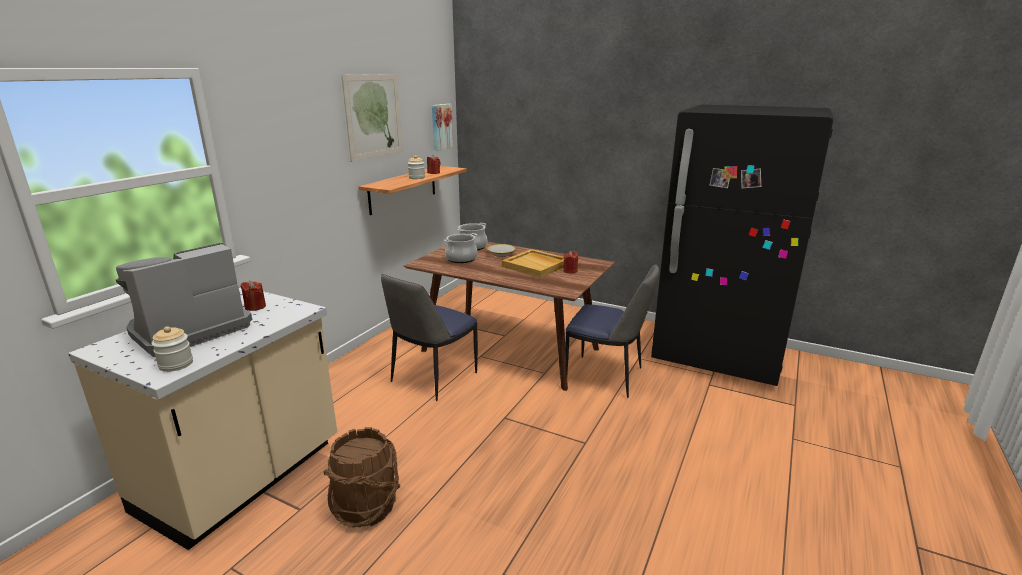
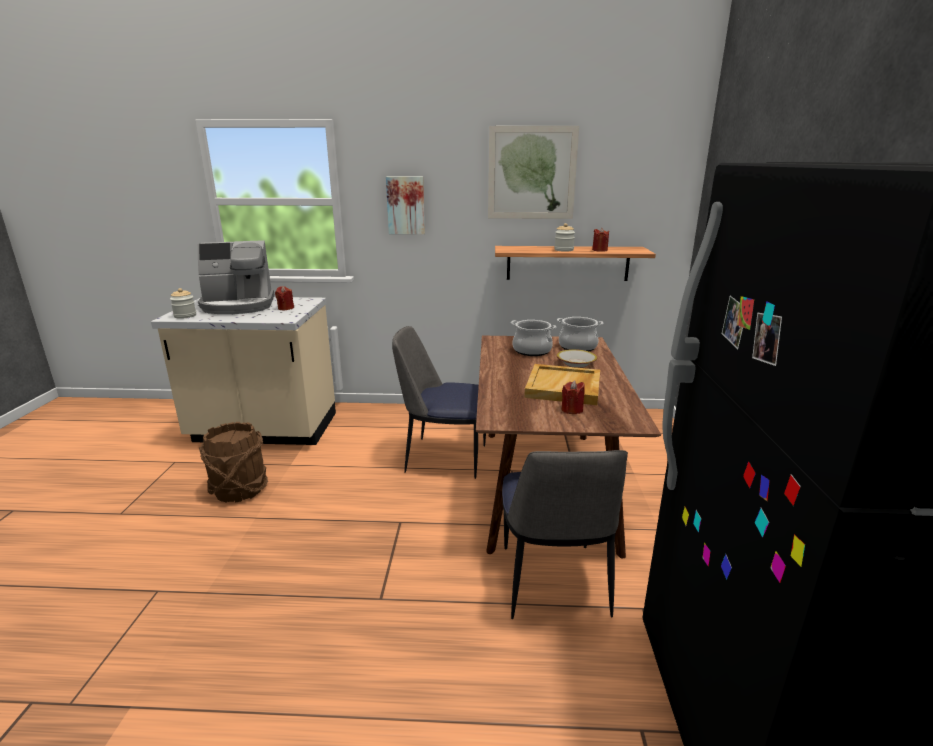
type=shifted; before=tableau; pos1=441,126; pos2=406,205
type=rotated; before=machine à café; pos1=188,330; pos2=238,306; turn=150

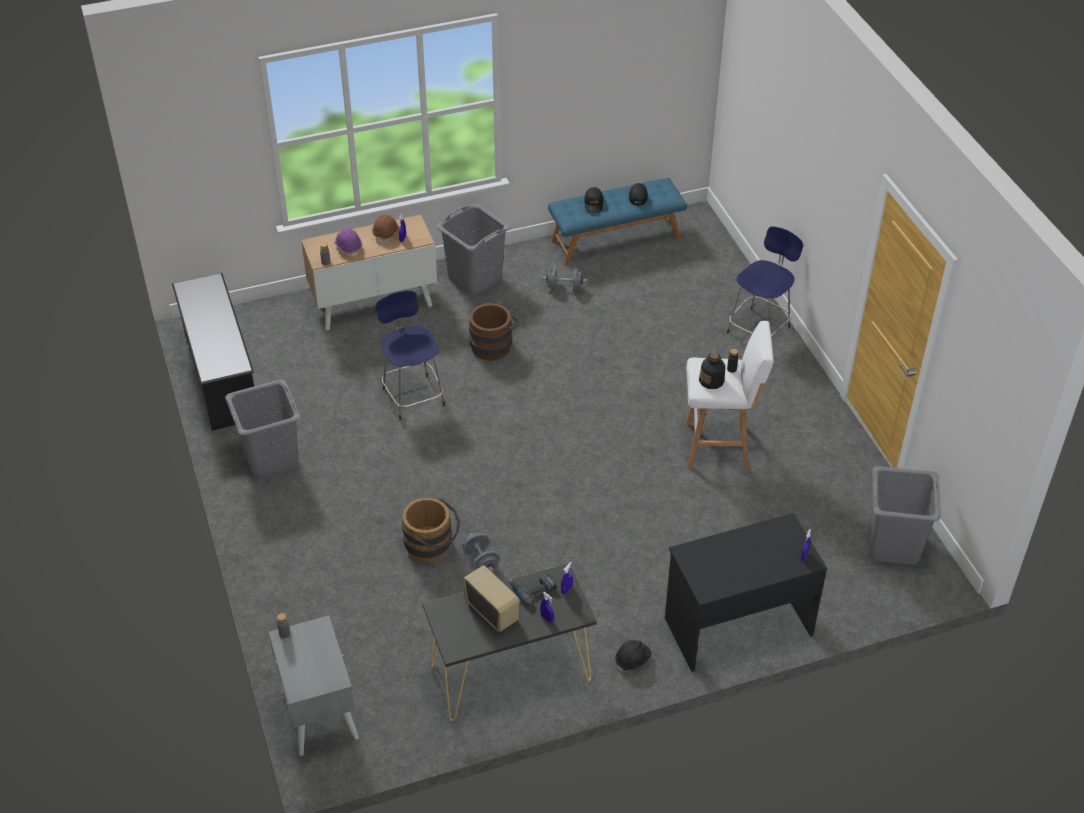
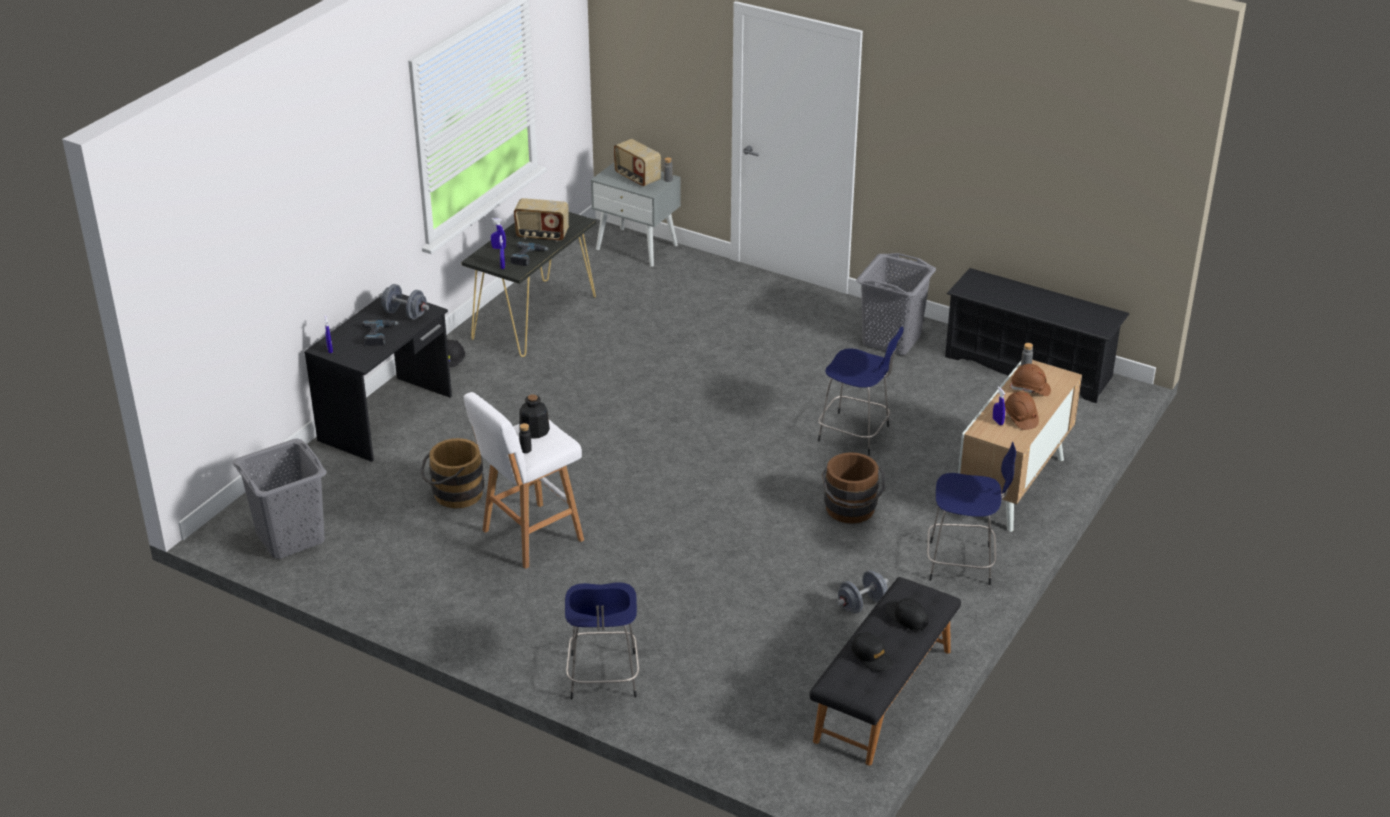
type=repainted; before=banc/bleu; after=banc/noir; pos1=615,239; pos2=884,695
type=swapped; before=panier à linge/gris; after=tabouret/bleu; pos1=475,278; pos2=963,563
type=repainted; before=casque de chantier/violet; after=casque de chantier/marron; pos1=348,247; pos2=1030,389
type=shifted; before=seau/marron; pos1=432,546; pos2=453,494
type=shifted; before=haltère/gris; pos1=481,562; pos2=405,314
type=new; after=radio; pos2=637,178
type=new; after=perceuse; pos2=380,335

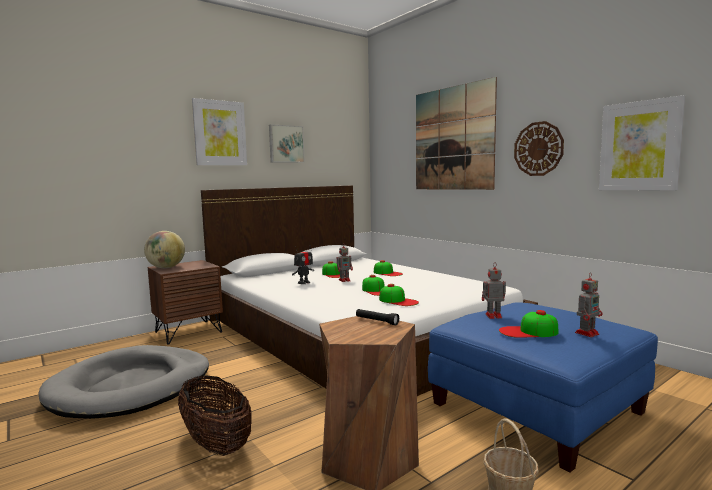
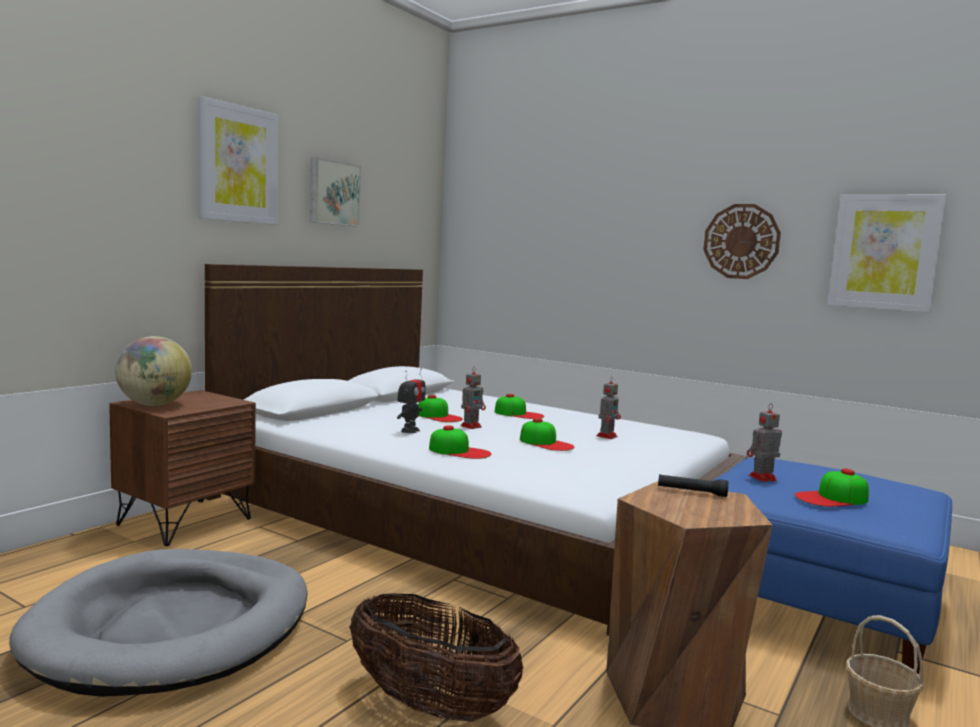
type=gone; before=tableau; pos1=453,138
type=shifted; before=robot jouet; pos1=587,333; pos2=607,436
type=shifted; before=casquette; pos1=398,301; pos2=459,451

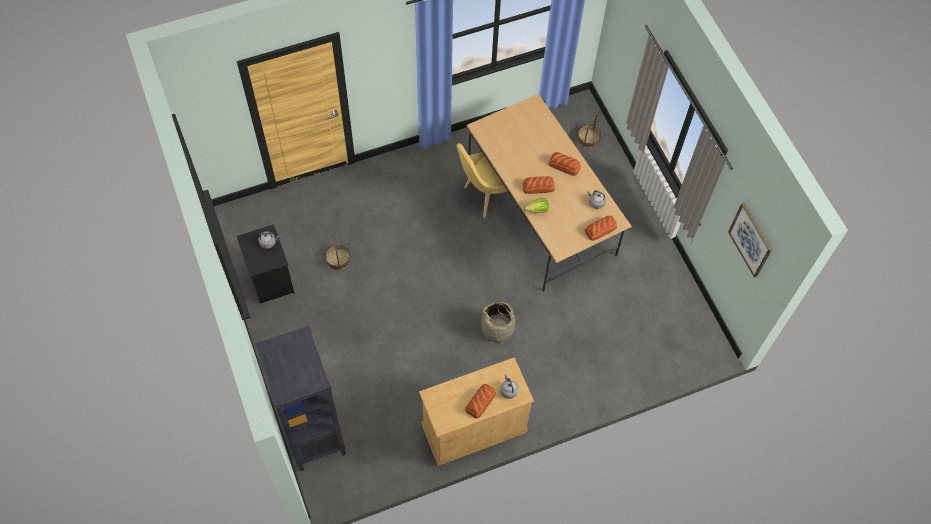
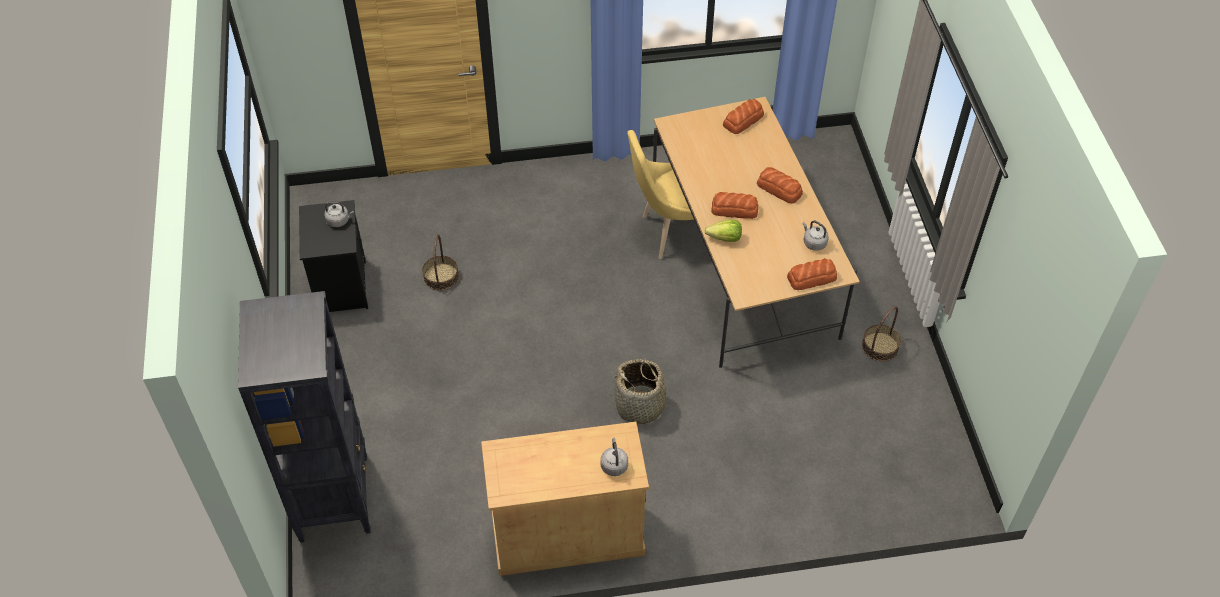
type=shifted; before=panier; pos1=588,138; pos2=880,346
type=gone; before=tableau; pos1=750,240
type=shifted; before=pain; pos1=480,401; pos2=743,120

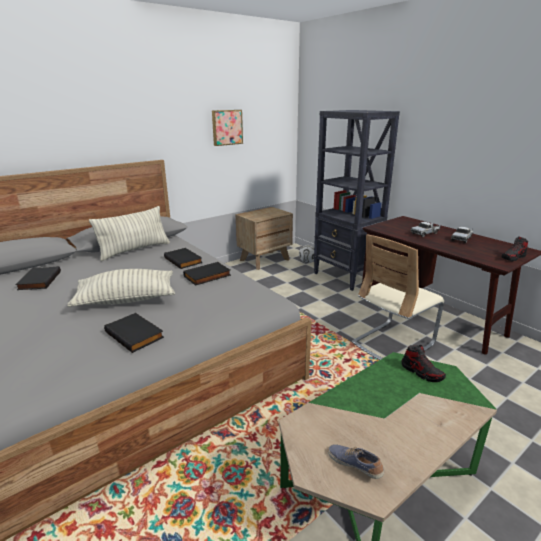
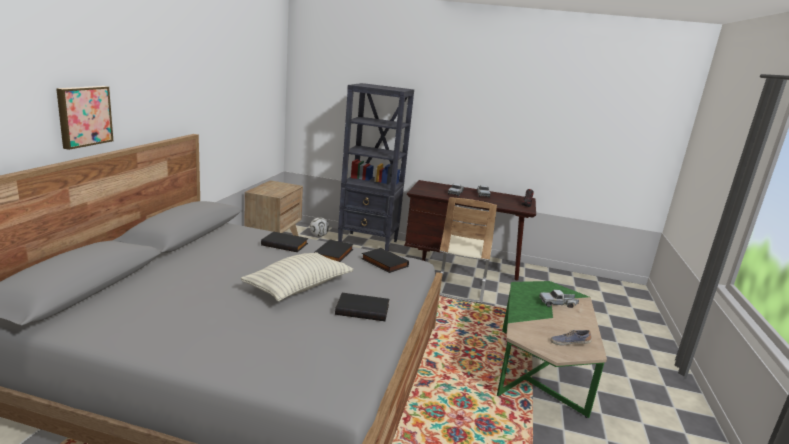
type=shifted; before=tableau; pos1=226,127; pos2=83,116
type=gone; before=coussin; pos1=134,250
type=shifted; before=livre/noir; pos1=39,280; pos2=383,263
type=gone; before=chaussure; pos1=422,372
type=new; after=camion jouet; pos2=557,304

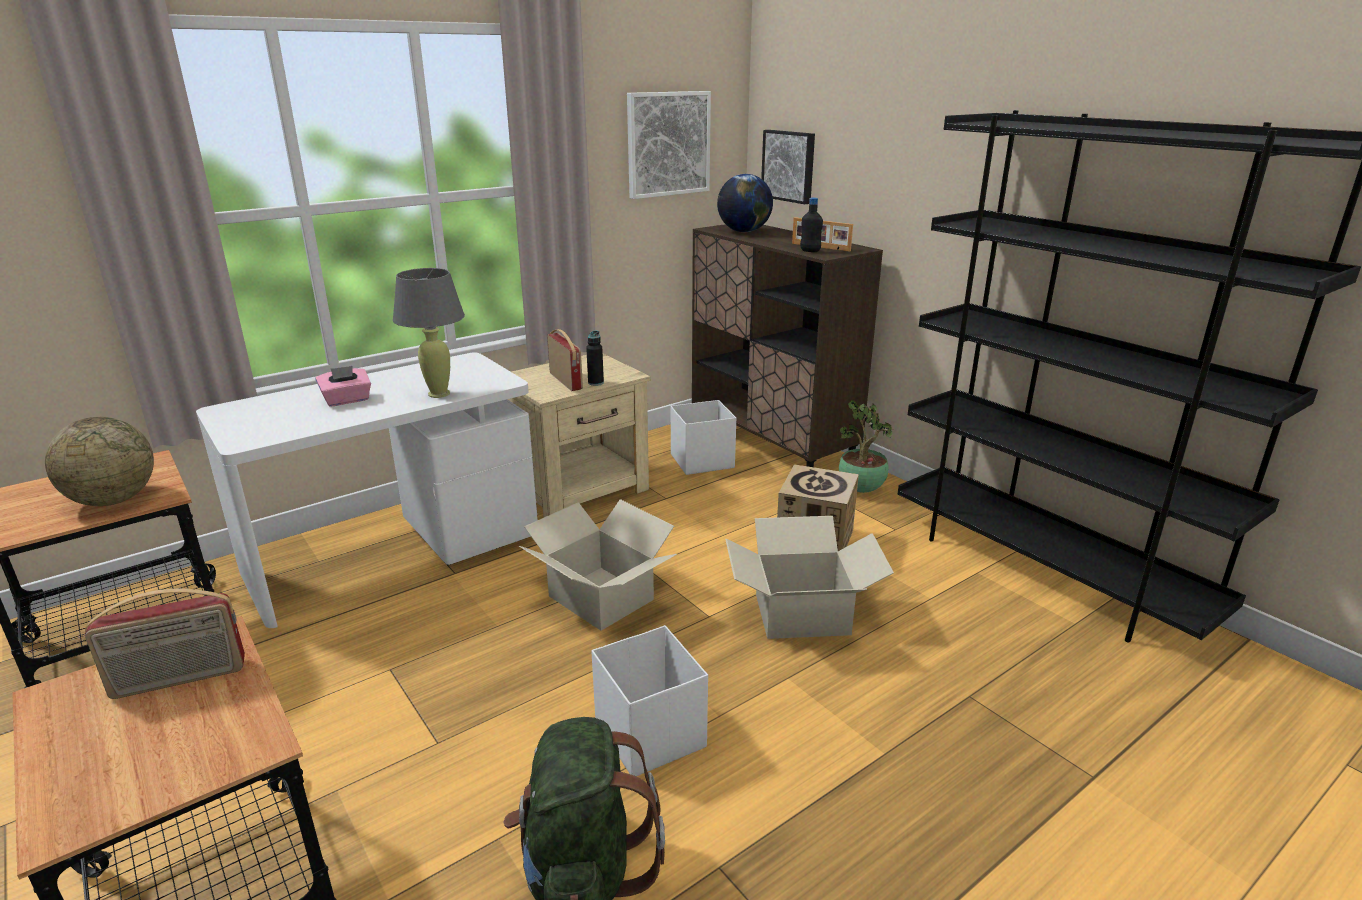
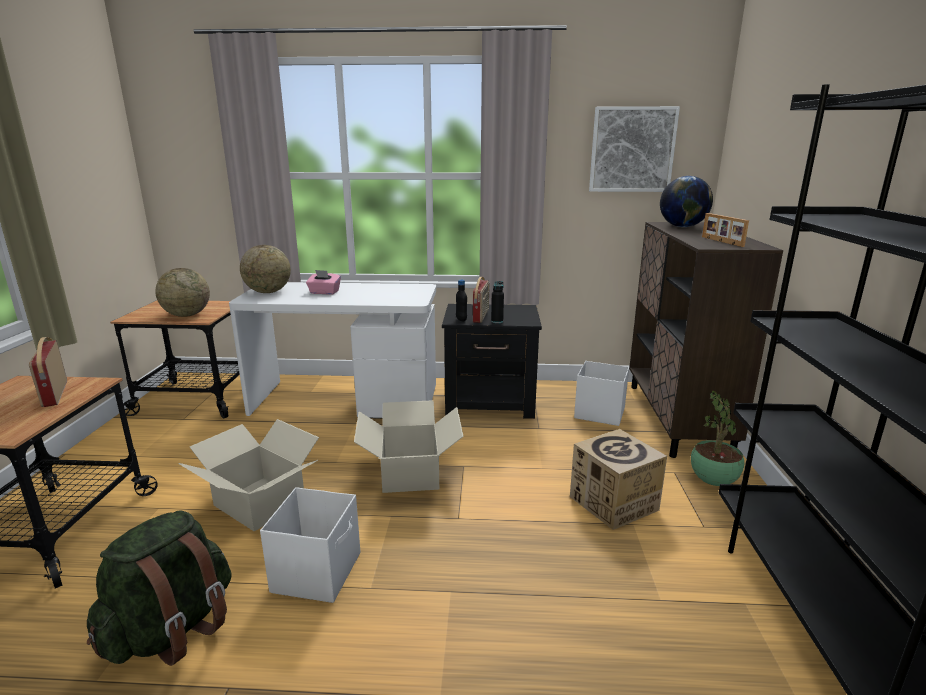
type=gone; before=tableau; pos1=789,166
type=shifted; before=bouteille/noir; pos1=810,251; pos2=461,319
type=gone; before=lampe de table/gris; pos1=438,394
type=repainted; before=table de chevet/beige; after=table de chevet/noir; pos1=580,489; pos2=491,402
type=shifted; before=carton; pos1=802,615; pos2=259,503
type=rotated; before=radio; pos1=179,679; pos2=54,394; turn=45
type=new; after=globe; pos2=268,292

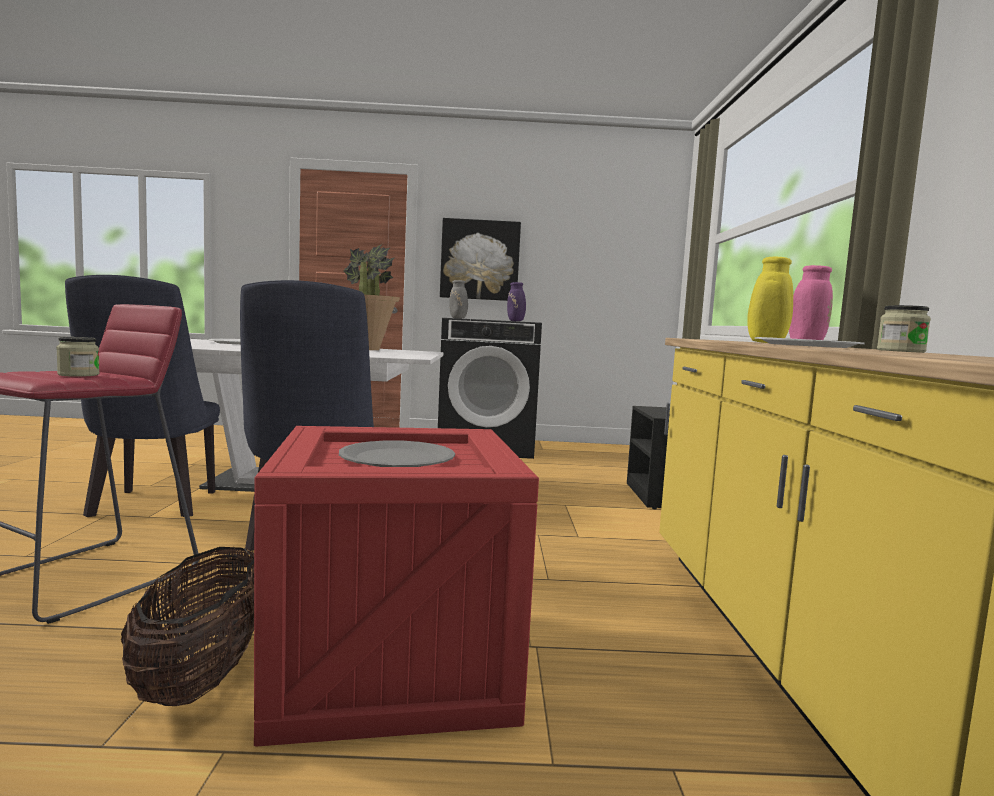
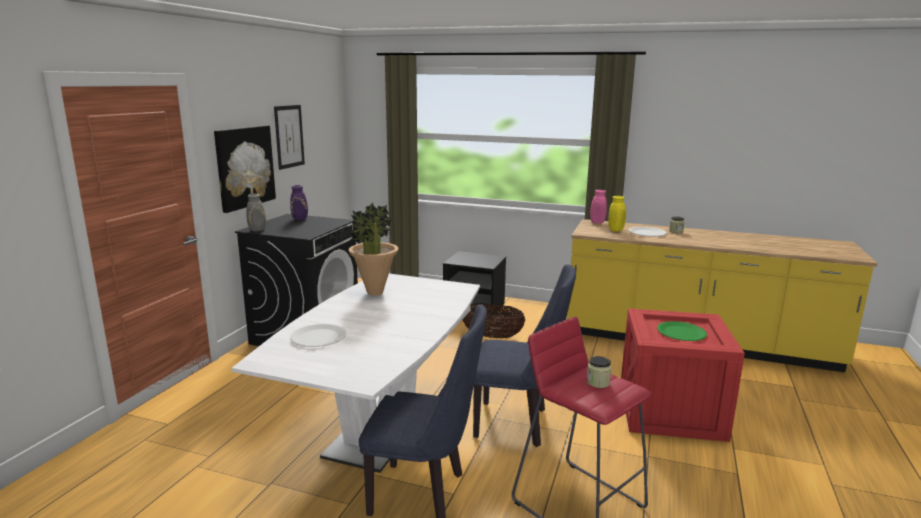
type=repainted; before=assiette/gris; after=assiette/vert; pos1=397,458; pos2=681,333
type=shifted; before=panier; pos1=202,676; pos2=492,337
type=new; after=tableau; pos2=289,136

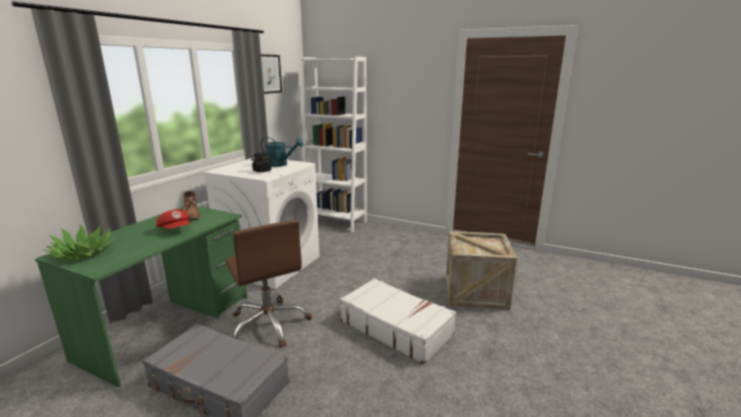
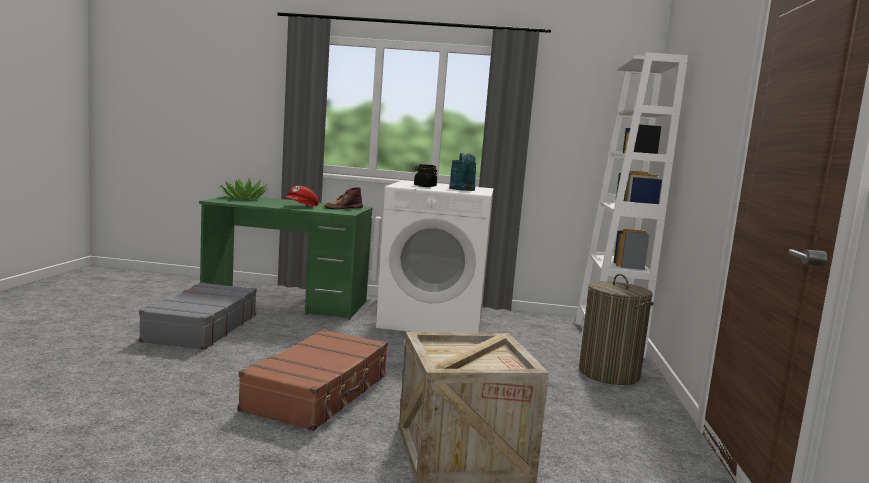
type=gone; before=tableau; pos1=269,74
type=gone; before=chaise de bureau/marron; pos1=269,324
type=repainted; before=valise/blanc; after=valise/marron; pos1=396,327; pos2=319,393
type=new; after=panier à linge; pos2=609,373

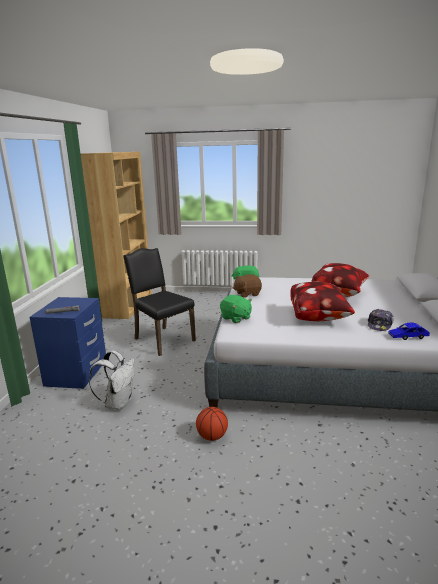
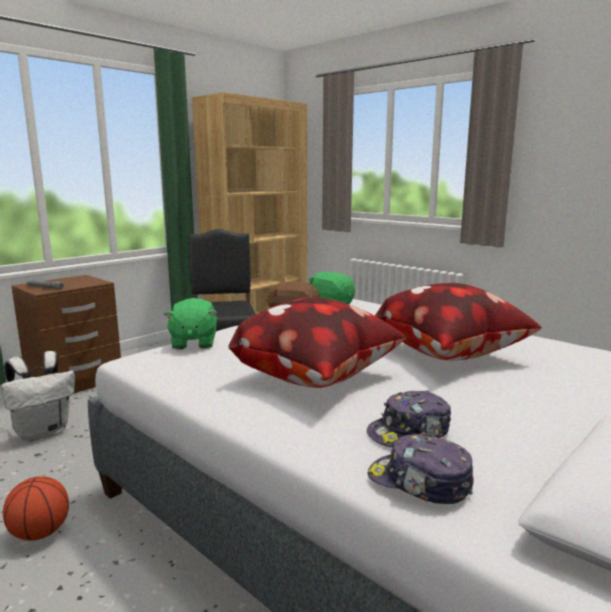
type=repainted; before=table de chevet/bleu; after=table de chevet/marron; pos1=77,373; pos2=75,382
type=swapped; before=petite voiture/bleu; after=casquette; pos1=408,337; pos2=419,483

